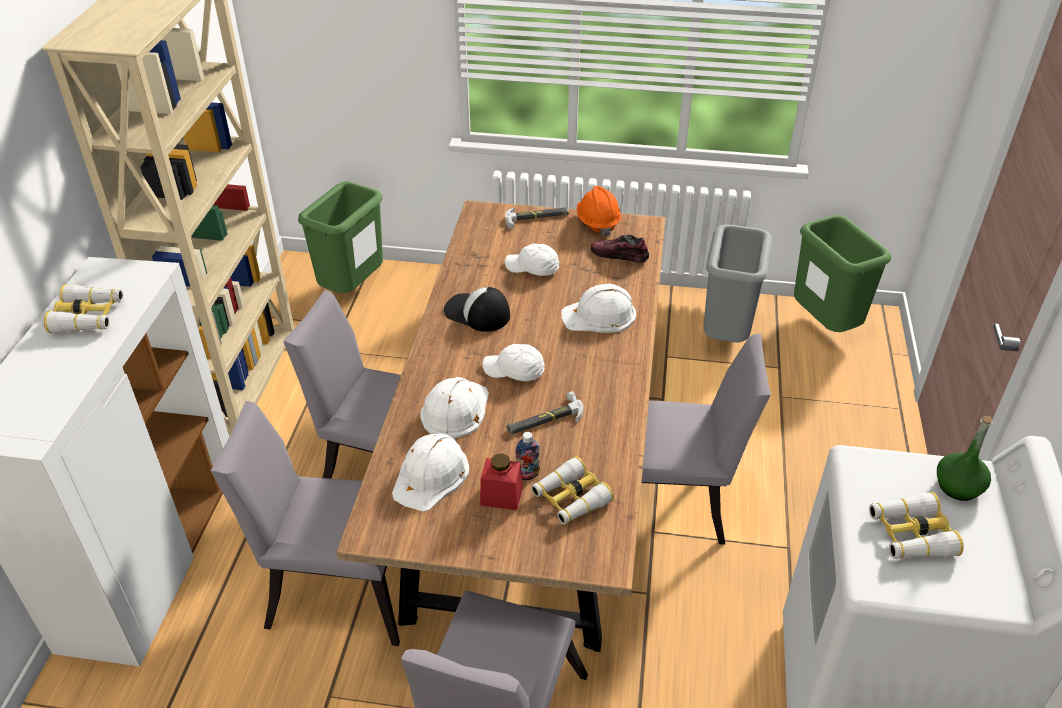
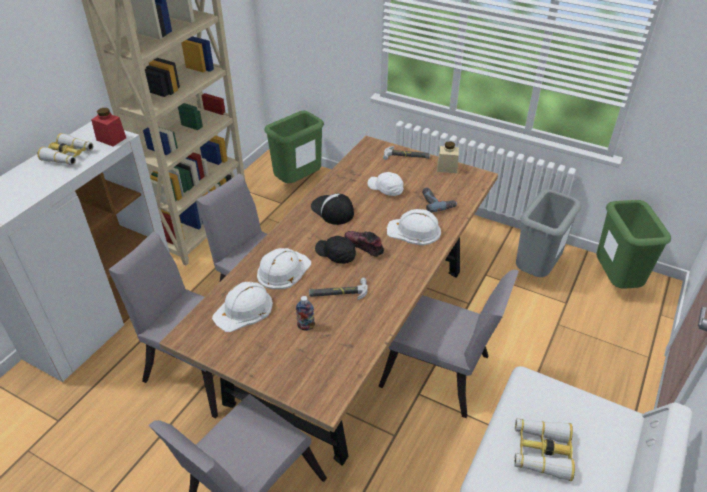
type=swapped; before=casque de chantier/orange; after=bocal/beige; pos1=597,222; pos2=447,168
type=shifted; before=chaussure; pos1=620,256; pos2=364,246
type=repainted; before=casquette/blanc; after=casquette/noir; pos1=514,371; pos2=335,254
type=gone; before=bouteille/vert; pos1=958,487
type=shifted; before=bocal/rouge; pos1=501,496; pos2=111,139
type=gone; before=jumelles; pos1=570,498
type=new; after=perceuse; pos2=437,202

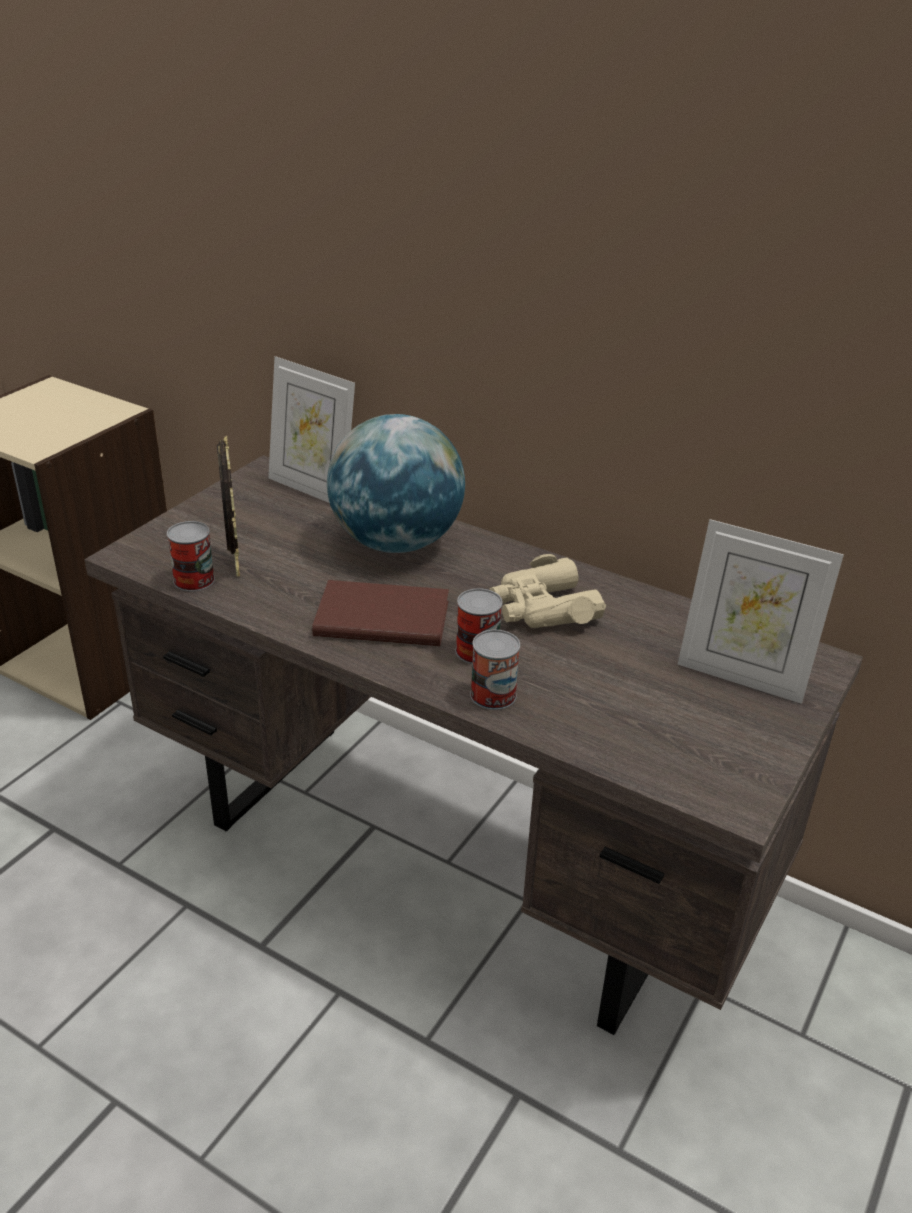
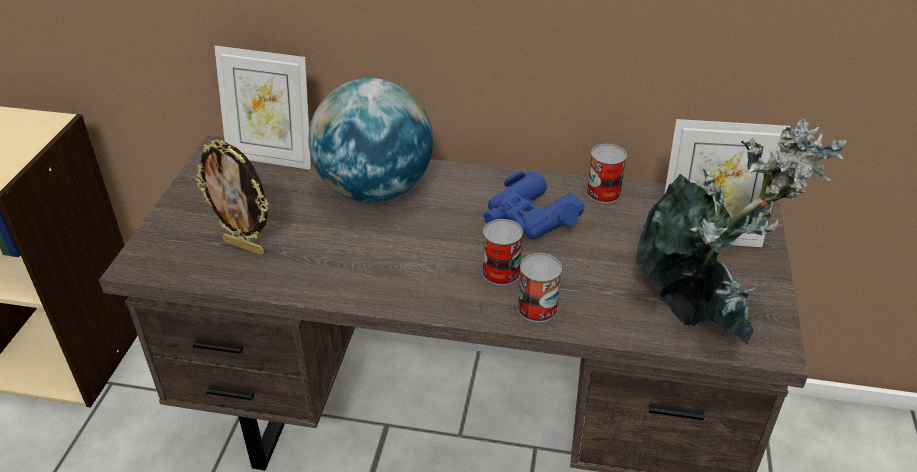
type=rotated; before=cadre photo; pos1=234,563; pos2=245,246; turn=150
type=shifted; before=boîte métallique; pos1=194,580; pos2=603,192
type=repainted; before=jumelles/beige; after=jumelles/bleu; pos1=542,608; pos2=528,219
type=gone; before=livre/marron; pos1=381,616
type=new; after=plante en pot; pos2=700,309

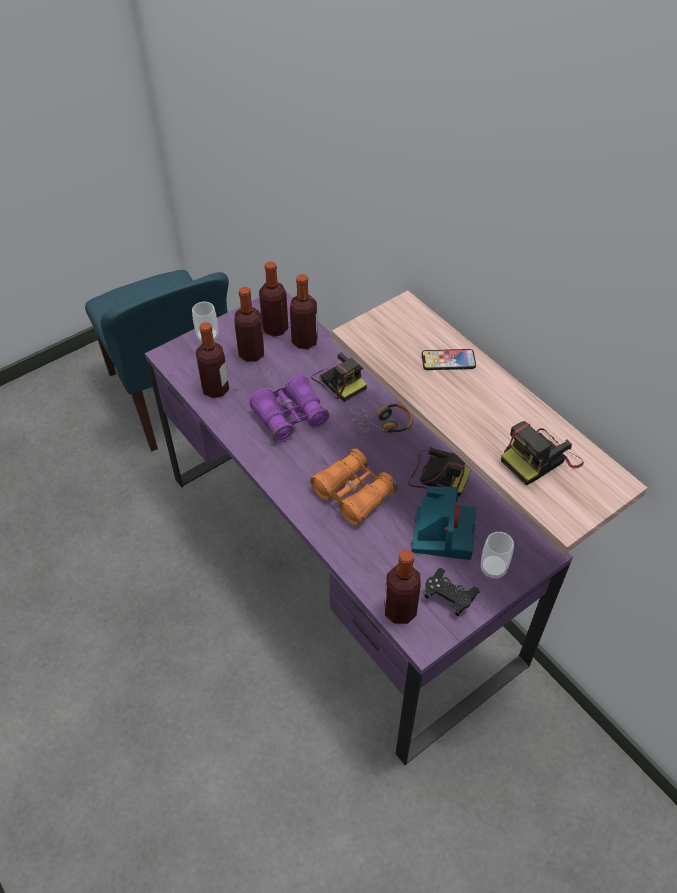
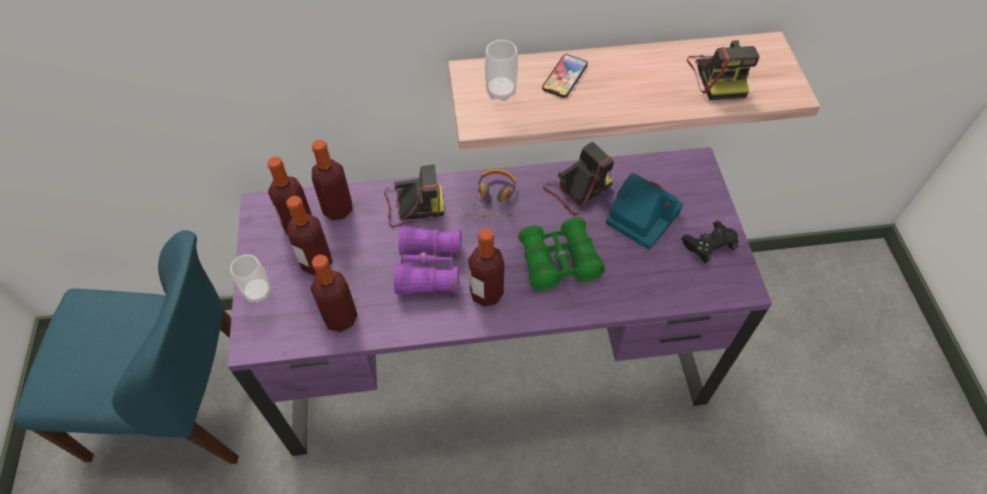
type=repainted; before=jumelles/orange; after=jumelles/vert; pos1=353,494; pos2=559,262
type=shifted; before=tasse; pos1=493,568; pos2=501,91
type=shifted; before=bouteille; pos1=400,610; pos2=486,293

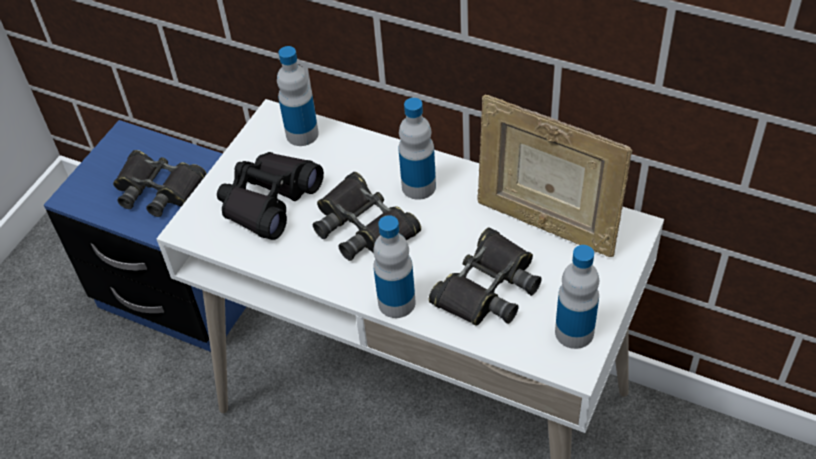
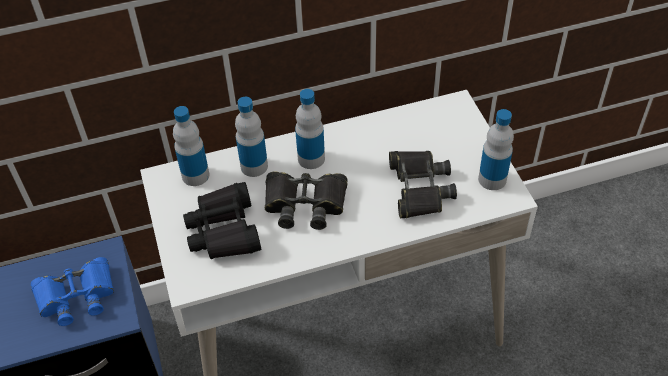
type=gone; before=cadre photo; pos1=545,224
type=repainted; before=jumelles/noir; after=jumelles/bleu; pos1=158,189; pos2=76,296
type=shifted; before=bouteille; pos1=396,302; pos2=254,166

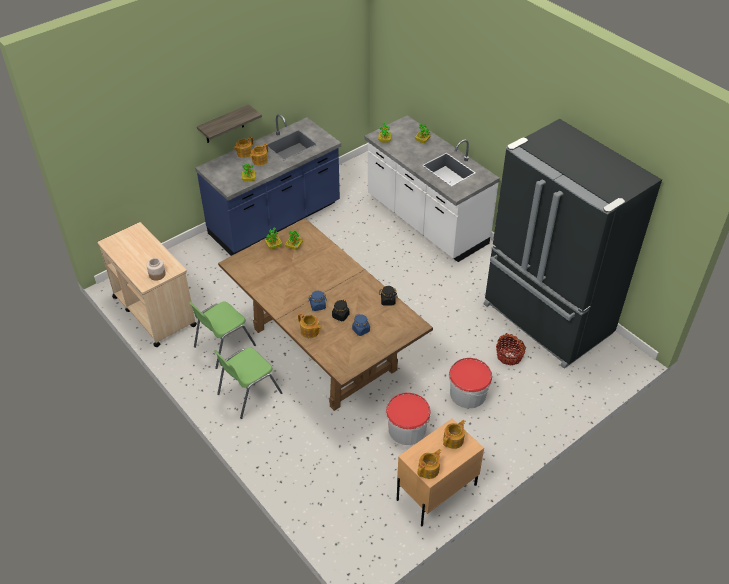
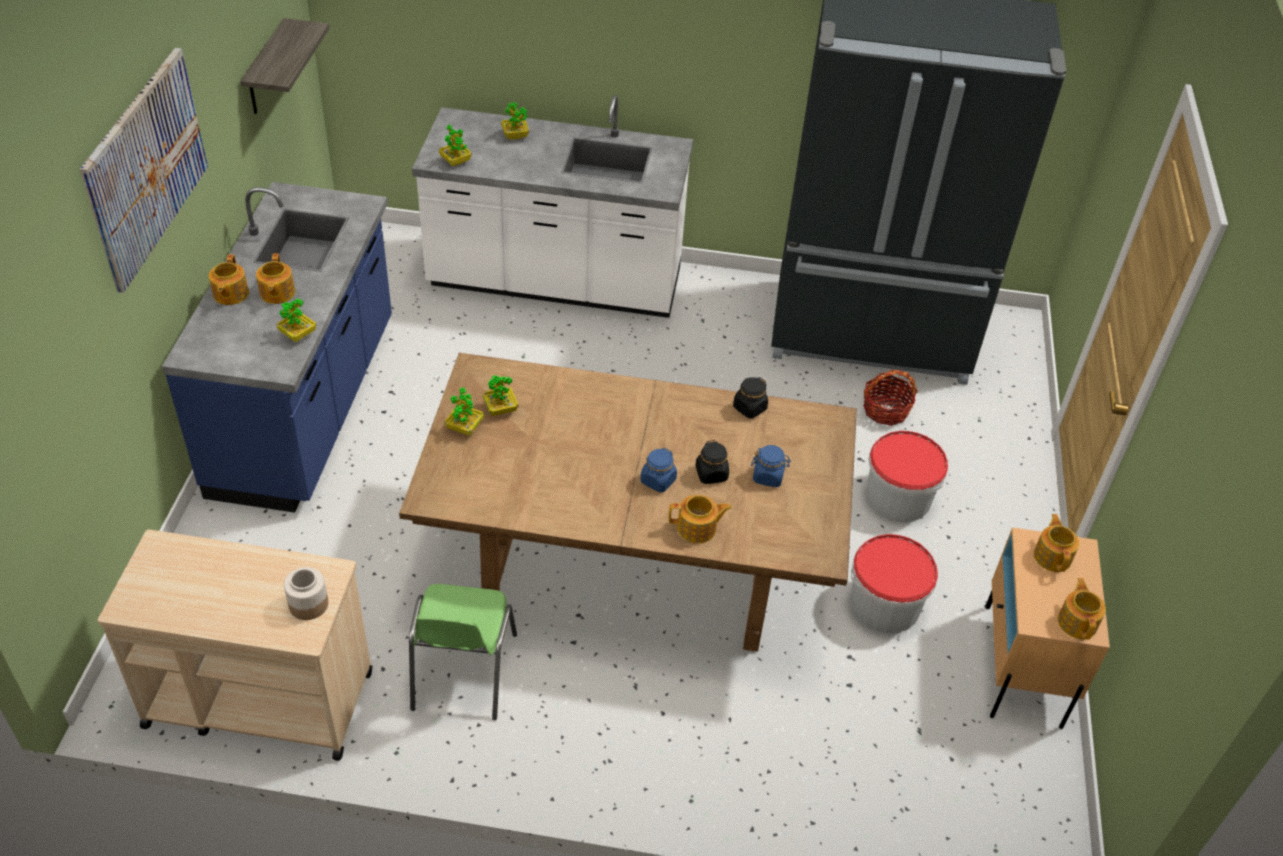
type=shifted; before=étagère; pos1=224,125; pos2=266,69
type=gone; before=chaise/vert; pos1=248,393
type=new; after=tableau; pos2=146,167

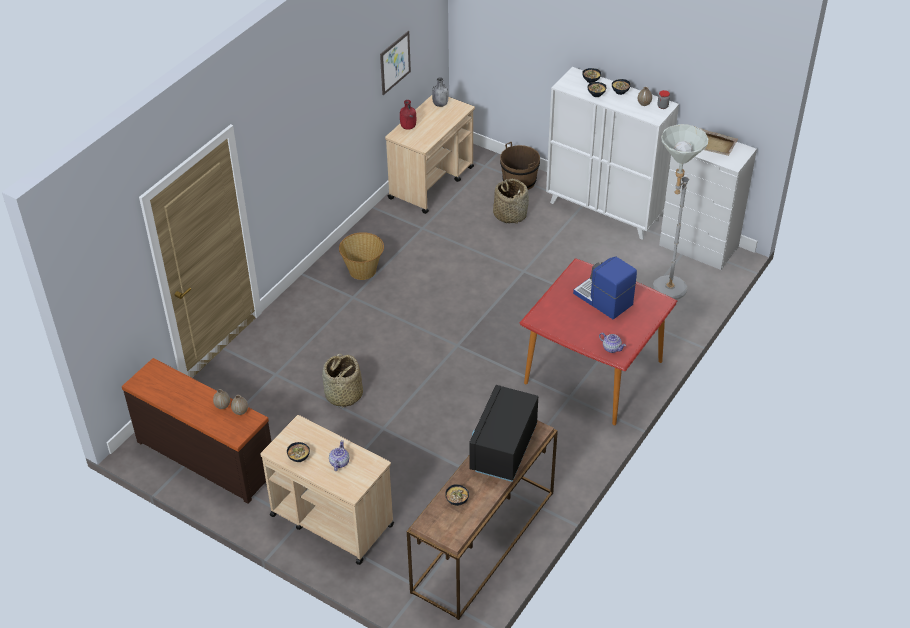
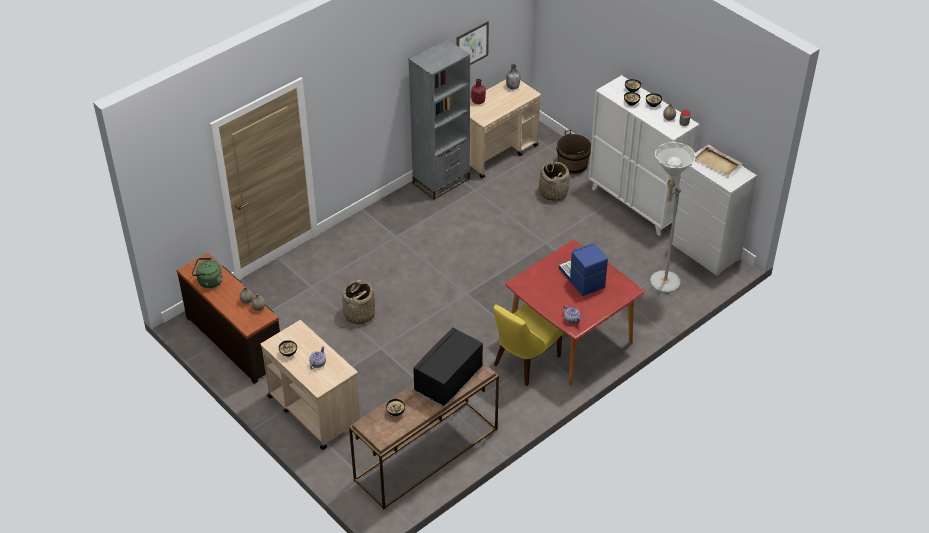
type=gone; before=panier; pos1=363,270
type=new; after=bibliothèque/gris; pos2=441,181
type=new; after=bouilloire/vert; pos2=208,281
type=new; after=chaise/jaune; pos2=524,362

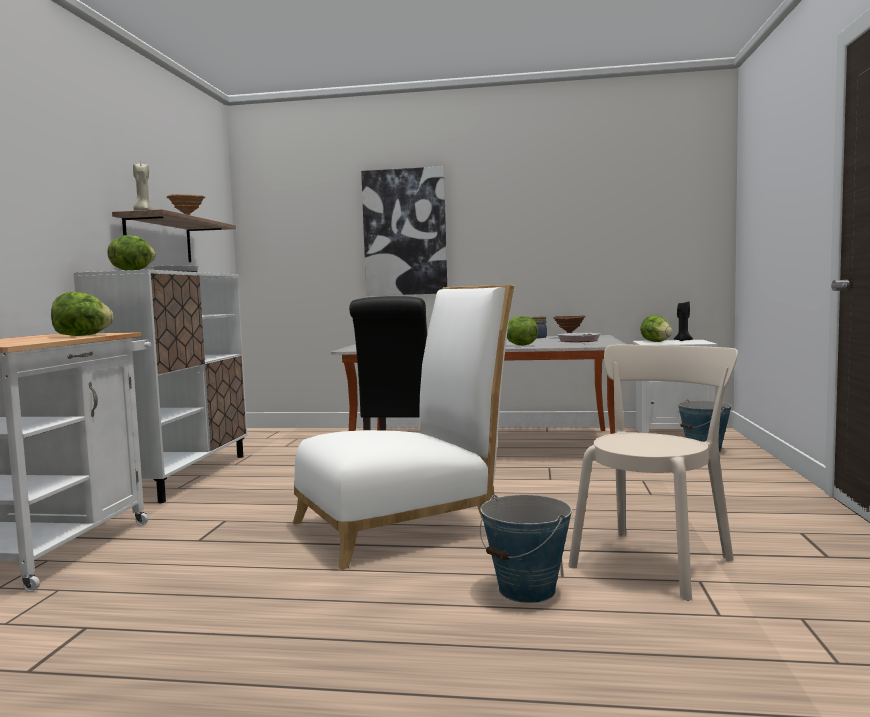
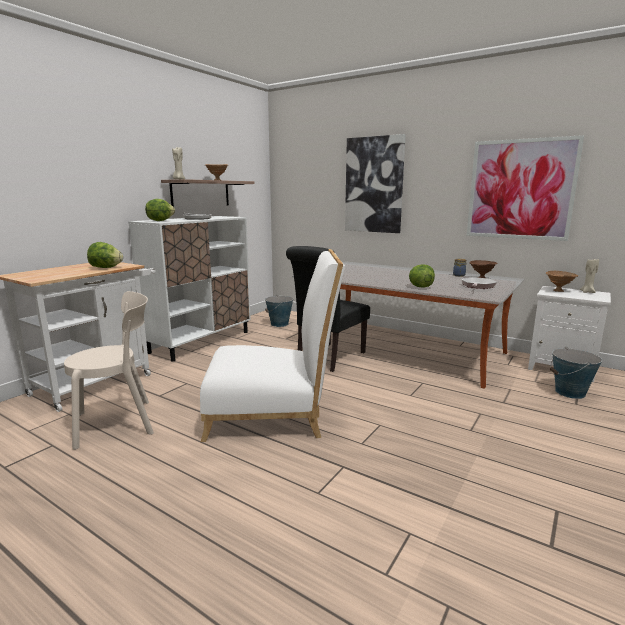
type=repainted; before=bougie/noir; after=bougie/beige; pos1=683,340; pos2=587,292
type=swapped; before=laitue; after=bol/marron; pos1=656,342; pos2=559,291
type=shifted; before=chaise/beige; pos1=654,560; pos2=120,422
type=shifted; before=seau; pos1=527,590; pos2=279,324
type=new; after=tableau; pos2=520,189

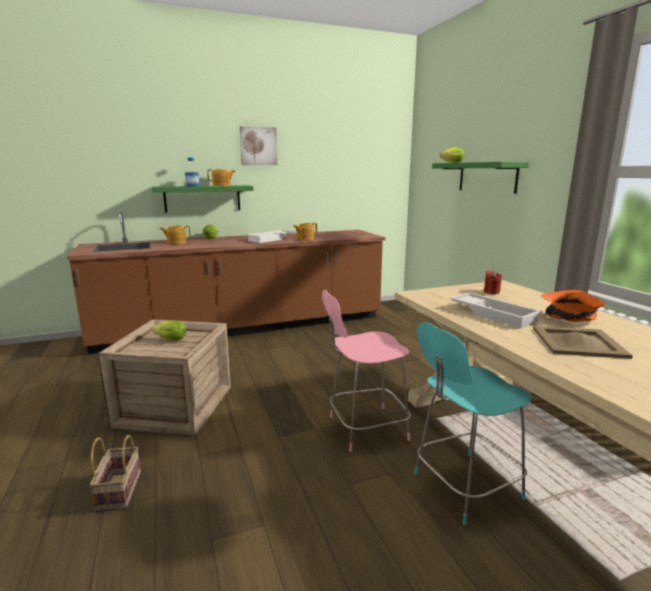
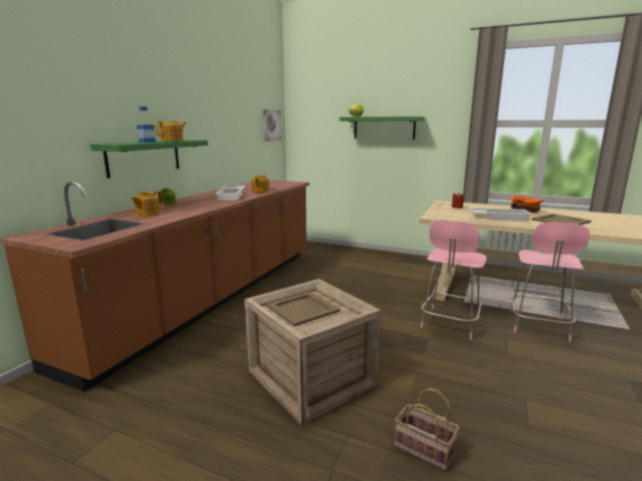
type=shifted; before=tableau; pos1=258,146; pos2=271,125
type=swapped; before=laitue; after=plateau/beige; pos1=169,340; pos2=303,308
type=repainted; before=chaise/turquoise; after=chaise/rose; pos1=463,487; pos2=538,326

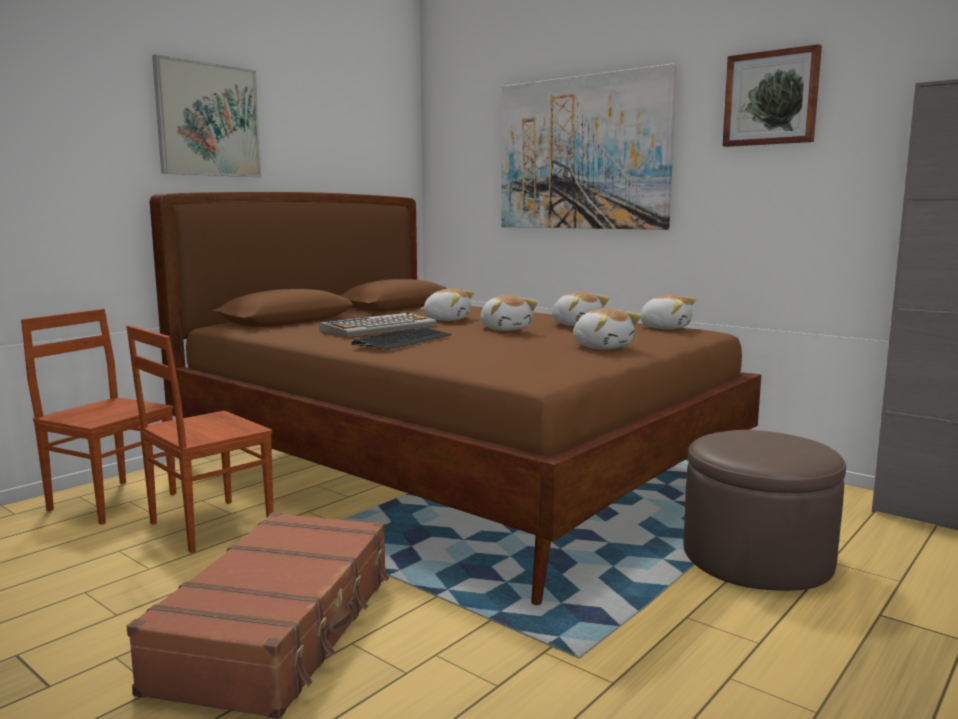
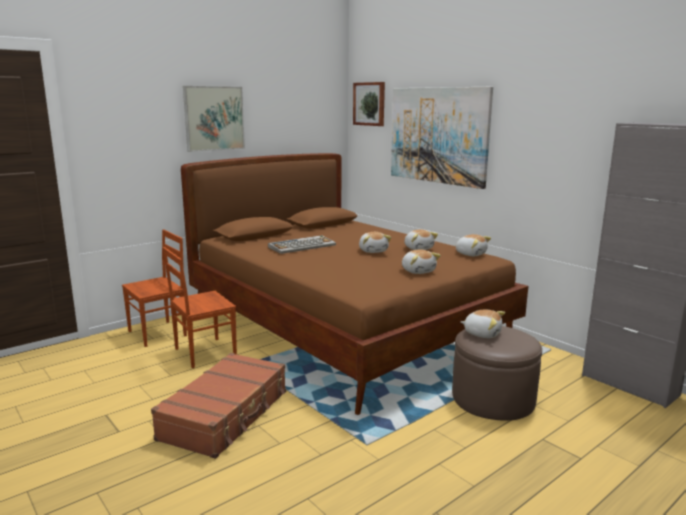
type=shifted; before=tableau; pos1=771,98; pos2=369,104
type=shifted; before=peluche; pos1=447,319; pos2=482,333
type=rotated; before=chaise/marron; pos1=113,501; pos2=158,333; turn=105
type=gone; before=clavier; pos1=403,340

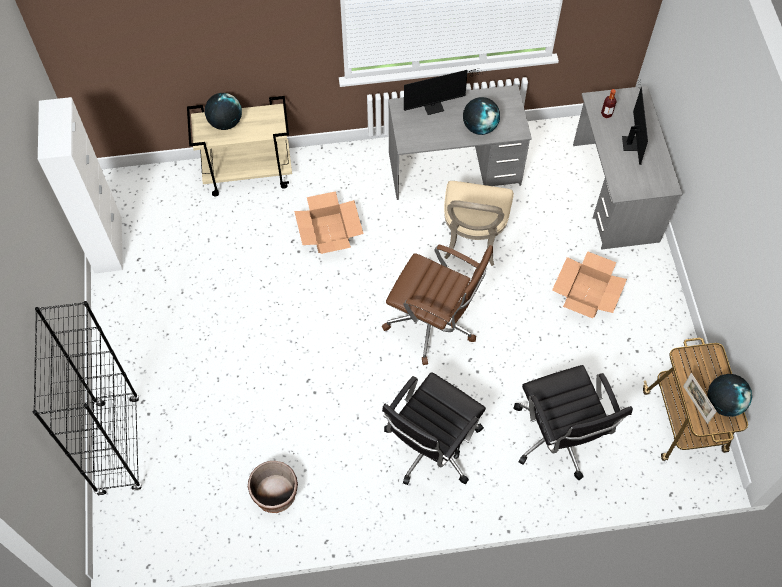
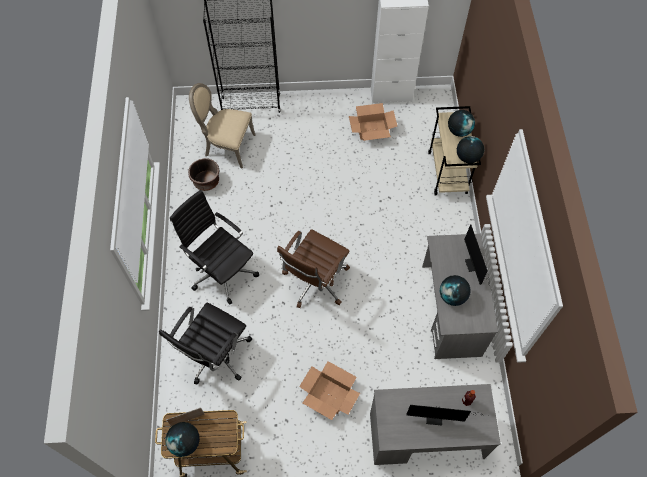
type=shifted; before=chaise/beige; pos1=472,239; pos2=227,146
type=shifted; before=carton; pos1=329,232; pos2=372,129
type=rotated; before=chaise de bureau/noir; pos1=559,437; pos2=215,355; turn=-45
type=new; after=globe; pos2=467,157

